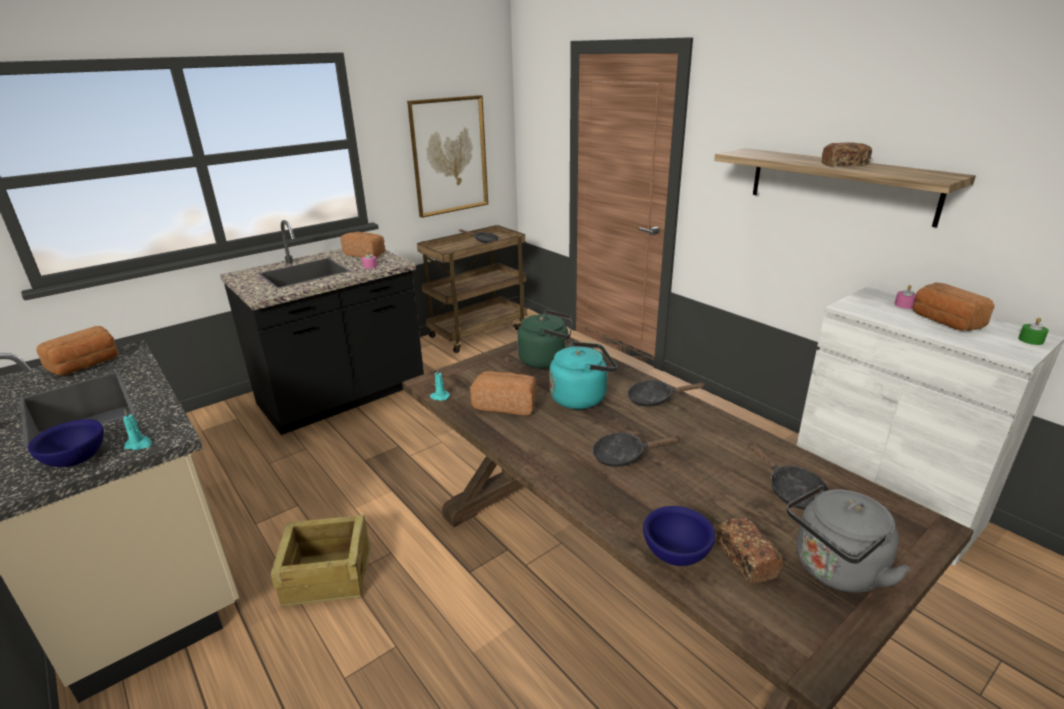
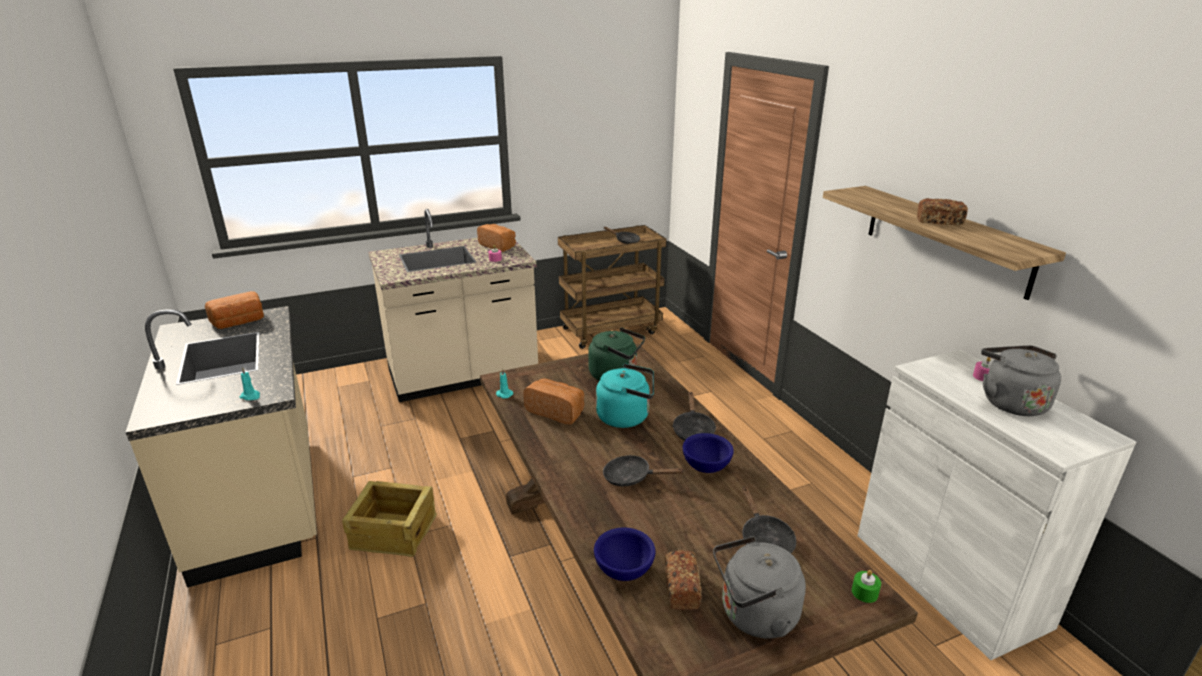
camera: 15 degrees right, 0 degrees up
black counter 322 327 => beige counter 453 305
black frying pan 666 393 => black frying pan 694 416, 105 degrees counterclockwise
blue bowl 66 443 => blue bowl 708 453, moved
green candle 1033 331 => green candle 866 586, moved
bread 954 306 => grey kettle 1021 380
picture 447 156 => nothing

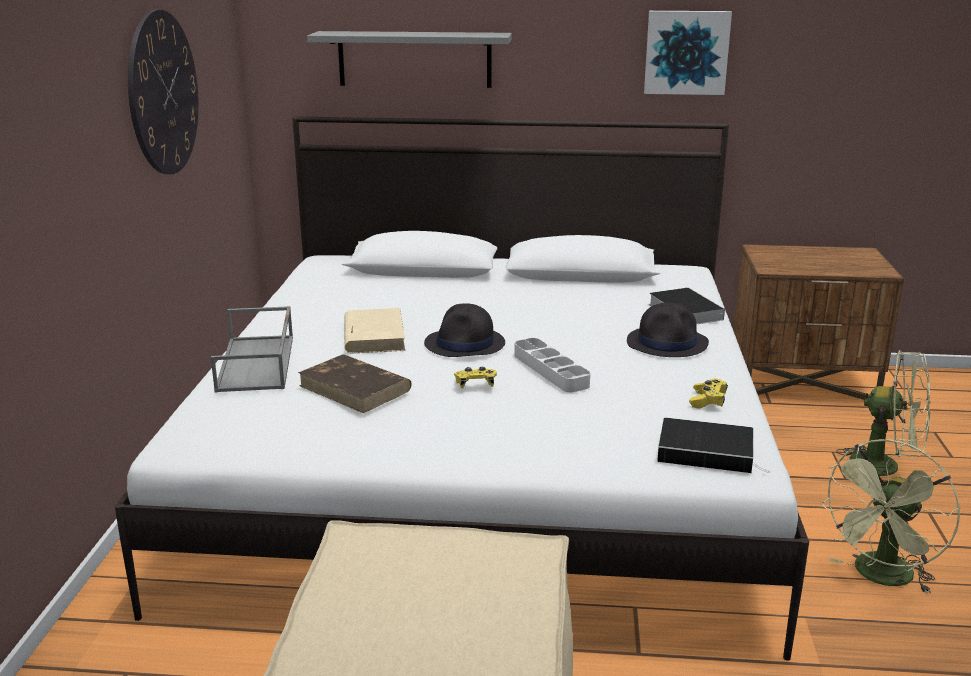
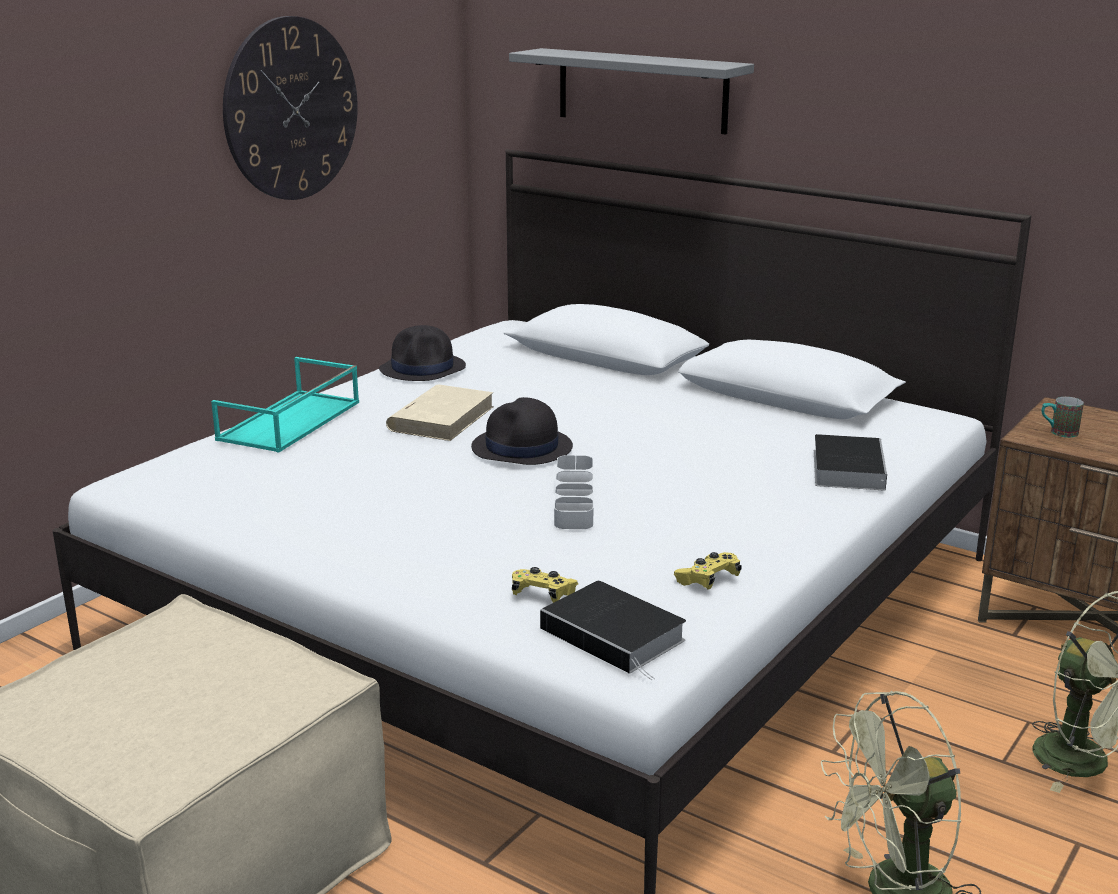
camera: 30 degrees right, 0 degrees up
grey tray 252 349 => turquoise tray 285 405
black hat 668 330 => black hat 422 353, moved
yellow game controller 475 377 => yellow game controller 545 585, moved
nothing => mug 1062 417
brown book 355 383 => nothing
picture 688 53 => nothing

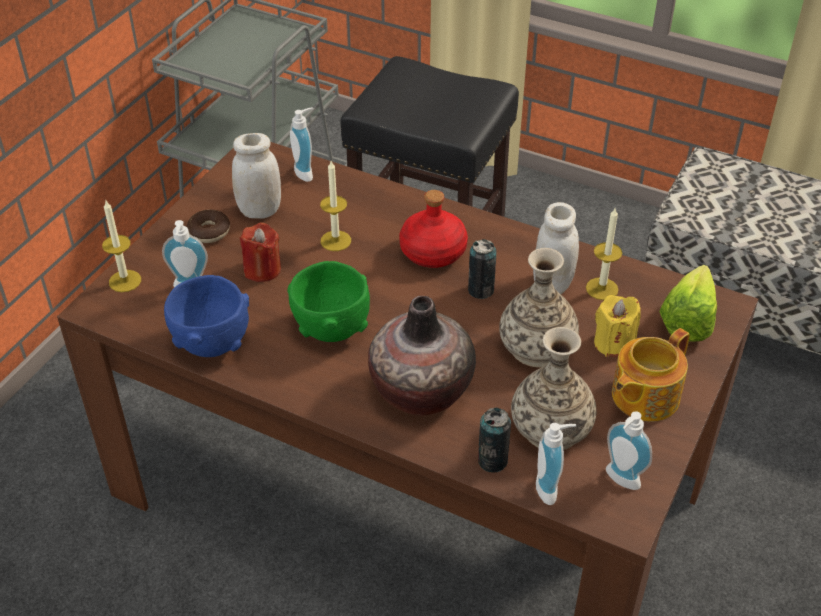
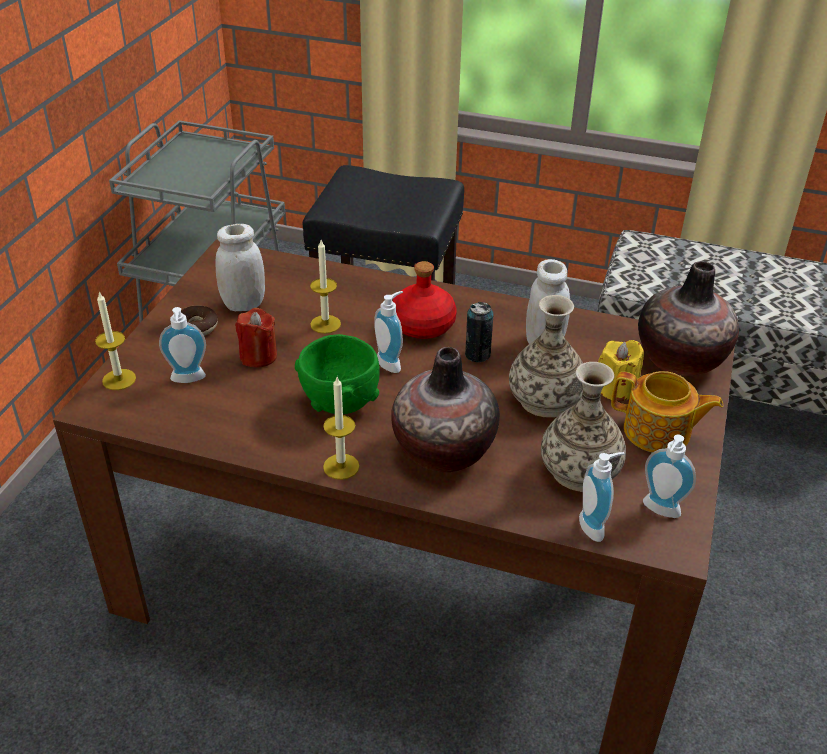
camera: 10 degrees left, 5 degrees down
candle 604 253 => candle 341 428, moved
soap dispenser 302 144 => soap dispenser 388 332, moved
teapot 651 374 => teapot 667 412, 105 degrees counterclockwise
lettuce 688 303 => vase 688 318
blue bowl 206 316 => nothing
can 494 440 => nothing

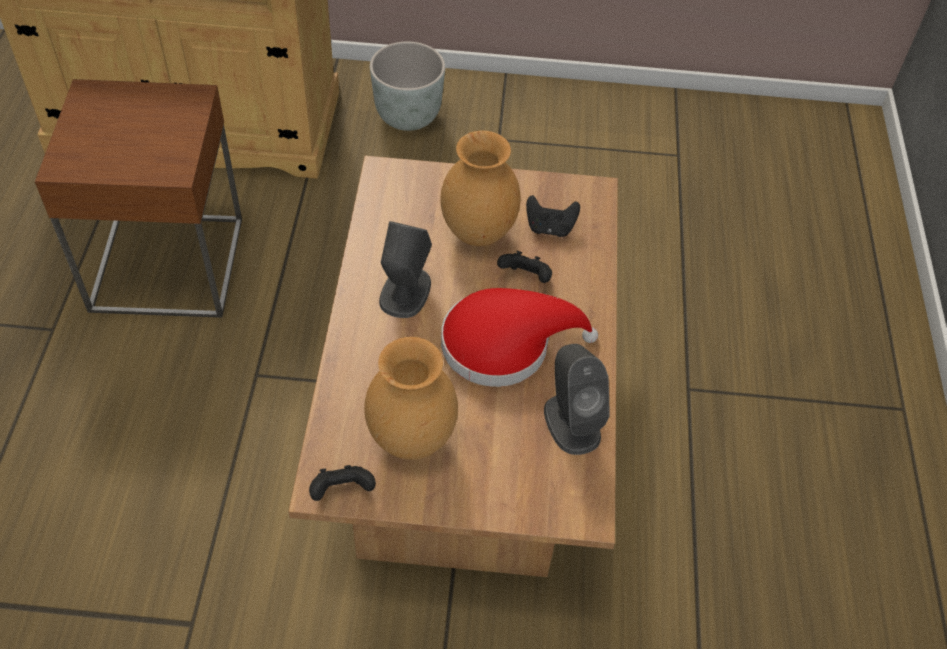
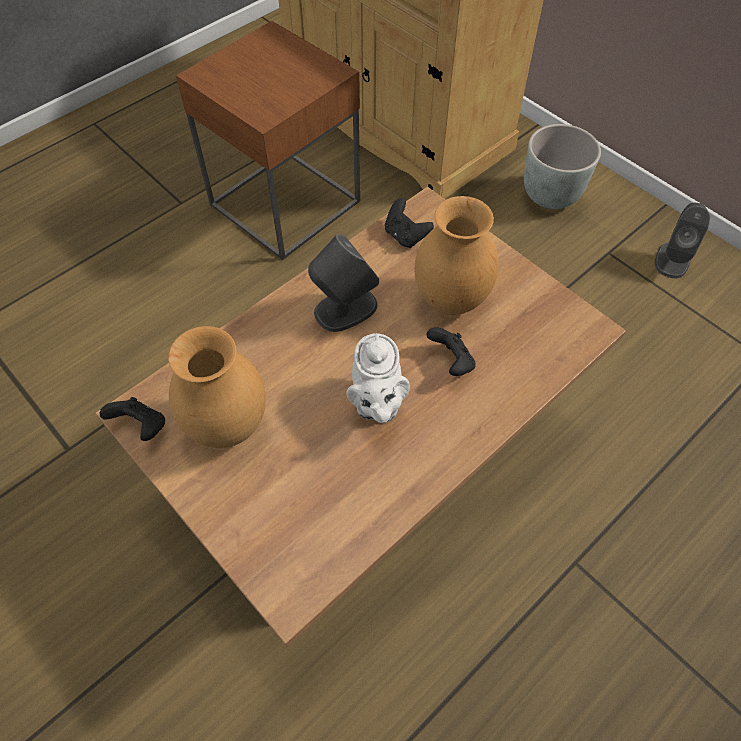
camera: 45 degrees right, 5 degrees up
red hat 519 337 => white teapot 378 378
black game controller 553 216 => black game controller 409 223, moved
grey speaker 577 399 => grey speaker 682 240, moved

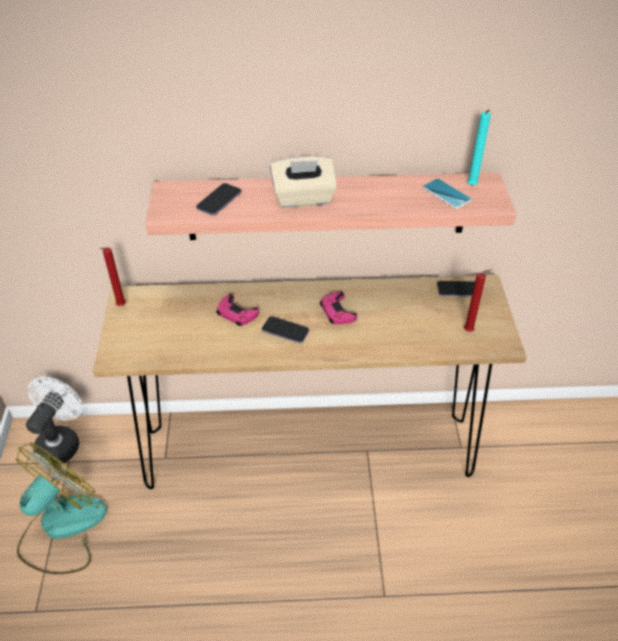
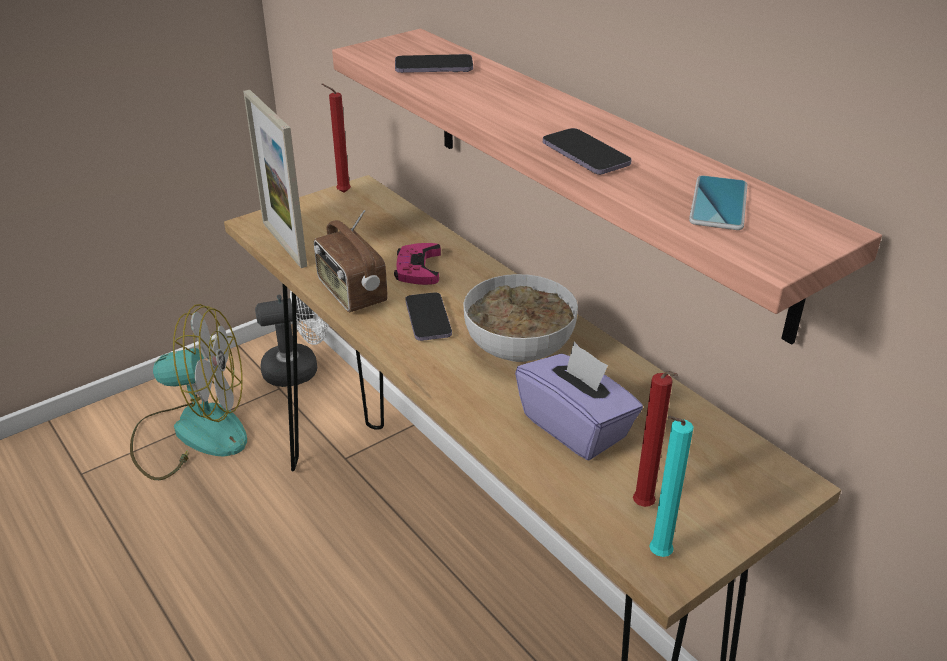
camera: 55 degrees right, 10 degrees down
nothing => picture frame 275 179
nothing => radio 351 261
pink game controller 338 308 => bowl 520 318
nothing => purple tissue box 579 400
phone 456 289 => phone 587 151, moved
turquoise candle 479 148 => turquoise candle 671 486, moved
beige tissue box 303 182 => nothing

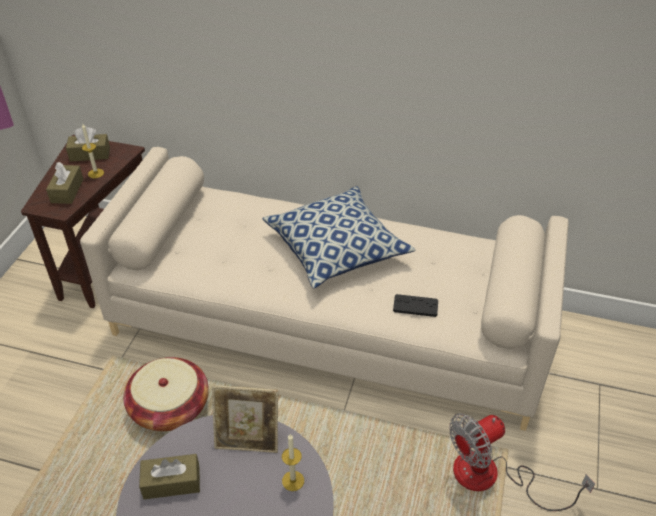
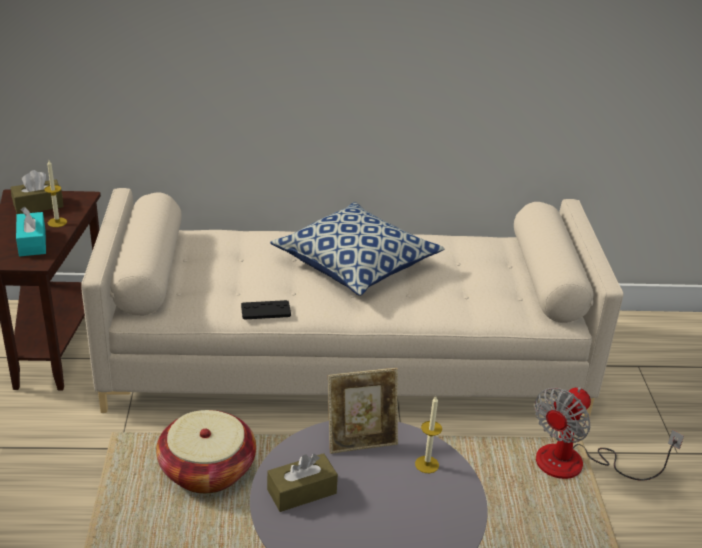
camera: 20 degrees left, 10 degrees down
brown tissue box 64 183 => turquoise tissue box 31 231
black game controller 415 305 => black game controller 266 310, moved

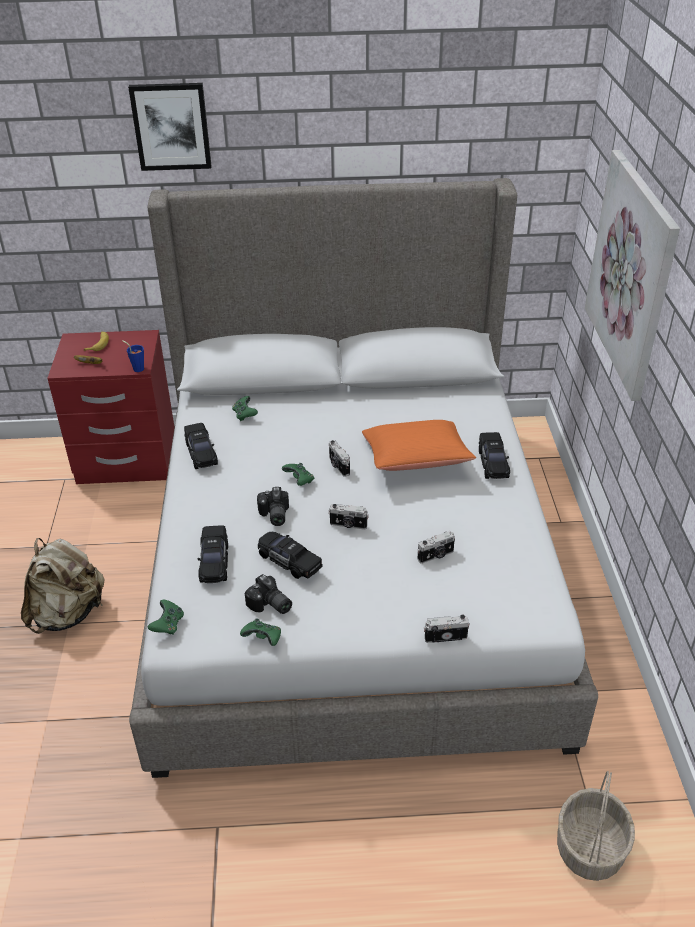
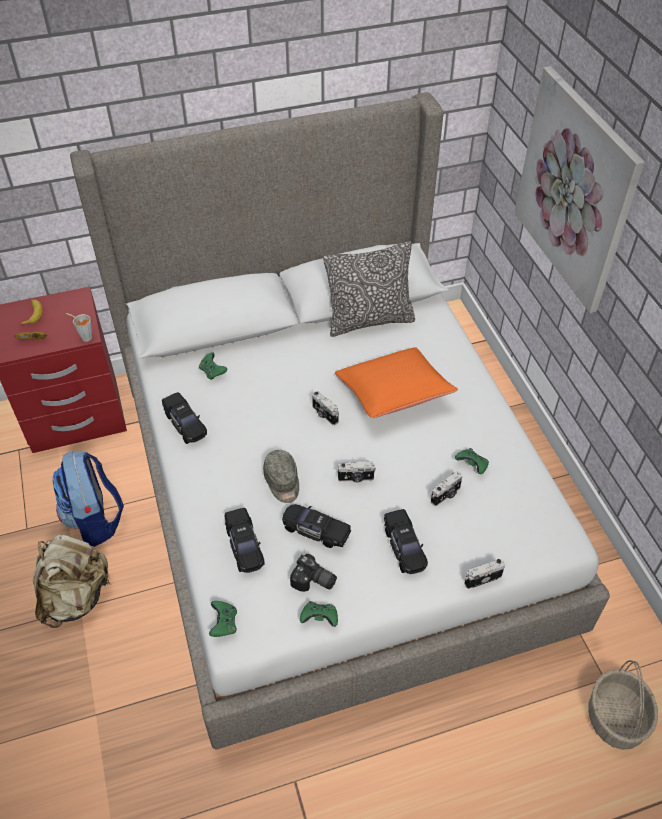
camera: 15 degrees left, 10 degrees up
nothing => backpack 88 498
blue cup 133 356 => grey cup 79 327
photo camera 273 506 => grey cap 281 476
nothing => pillow 369 289
black toy car 494 455 => black toy car 406 541, moved
green game controller 298 474 => green game controller 472 461, moved
picture 170 127 => nothing

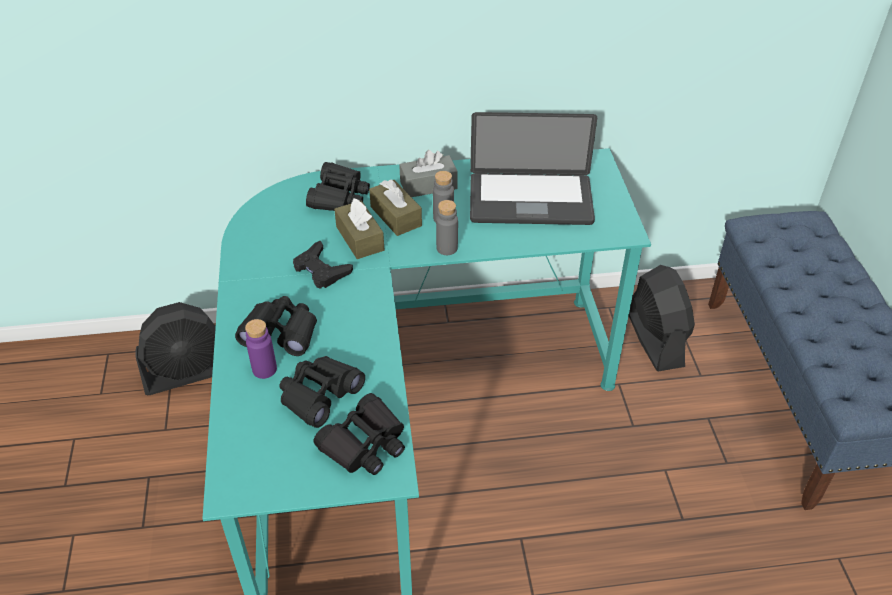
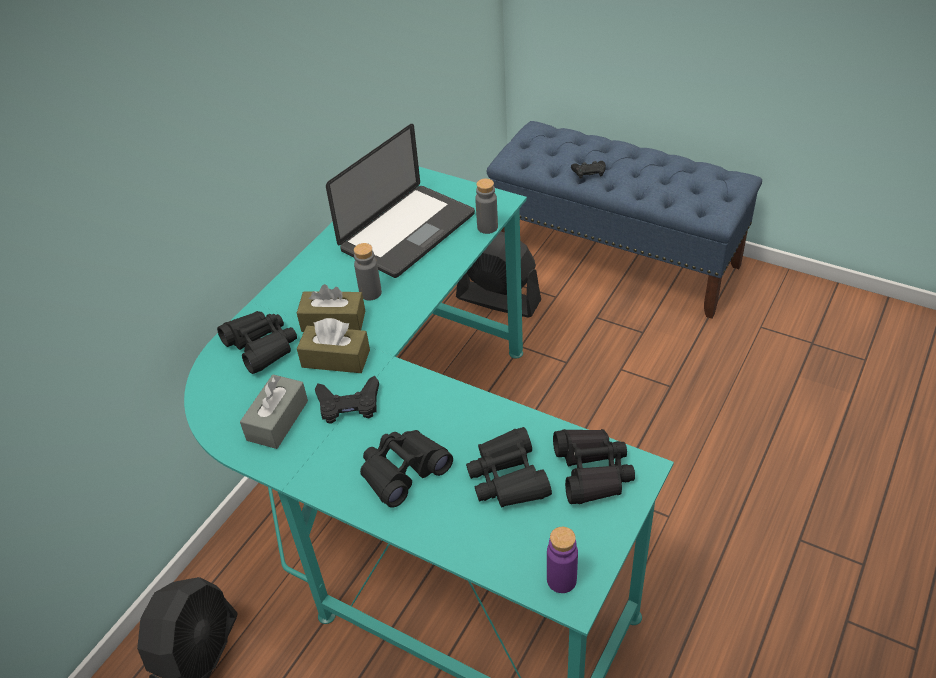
camera: 50 degrees left, 0 degrees up
grey tissue box 428 173 => grey tissue box 274 412, moved
grey bottle 447 227 => grey bottle 486 206, moved
purple bottle 261 349 => purple bottle 562 560, moved
nothing => black game controller 588 170

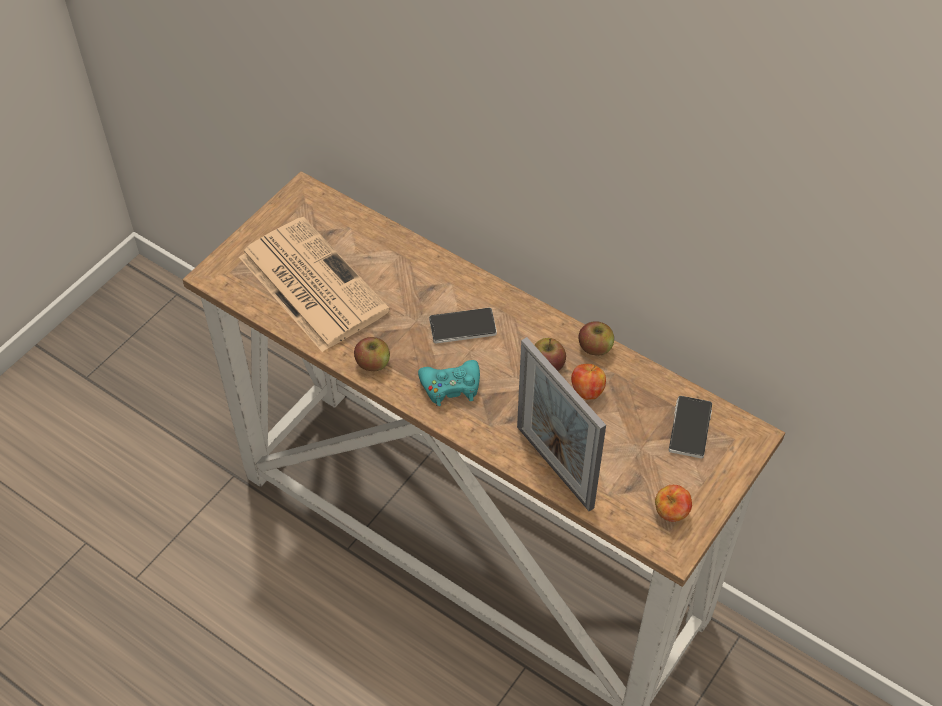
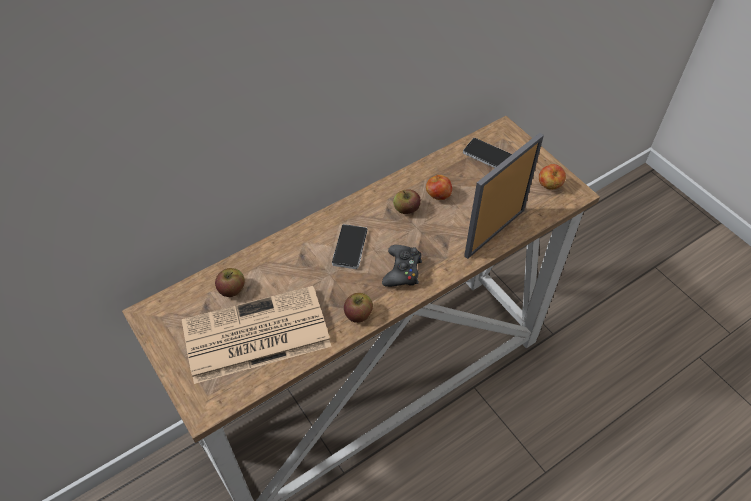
camera: 70 degrees left, 0 degrees up
apple 596 338 => apple 230 282, moved
turquoise game controller 449 383 => black game controller 402 266
picture frame 561 424 => picture frame 504 196, 150 degrees clockwise

